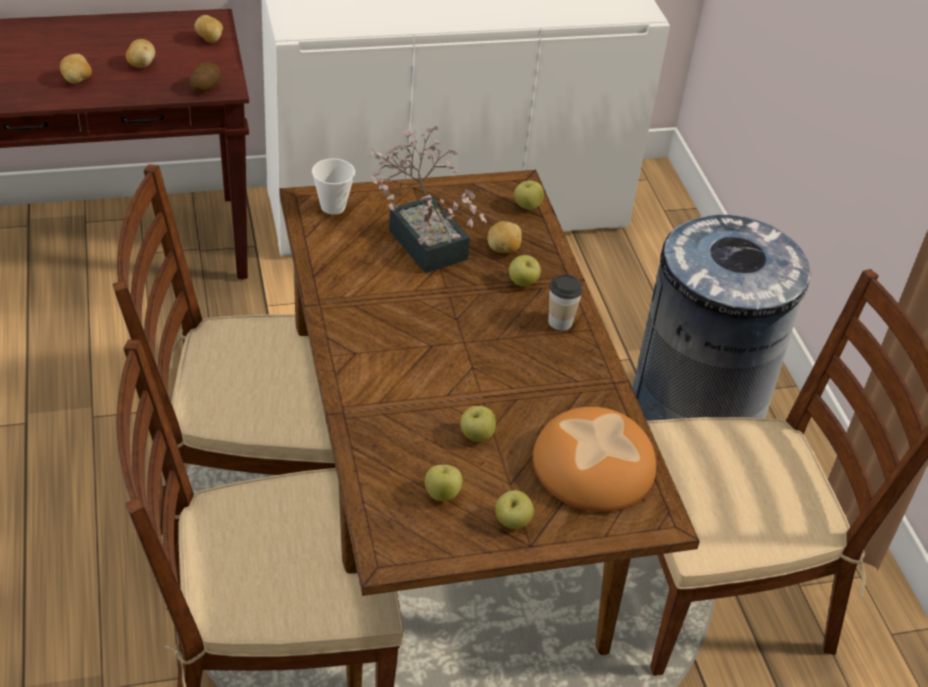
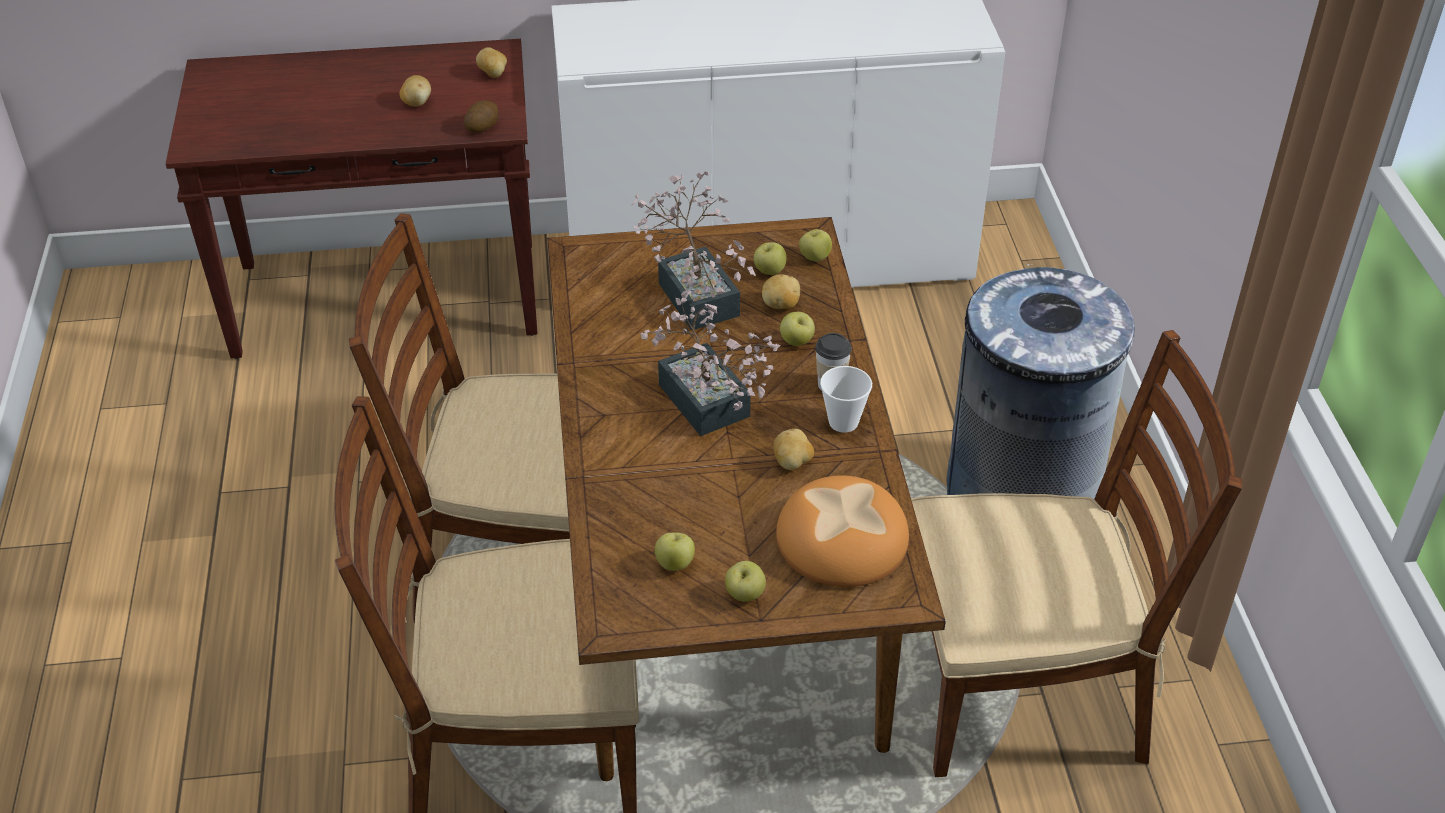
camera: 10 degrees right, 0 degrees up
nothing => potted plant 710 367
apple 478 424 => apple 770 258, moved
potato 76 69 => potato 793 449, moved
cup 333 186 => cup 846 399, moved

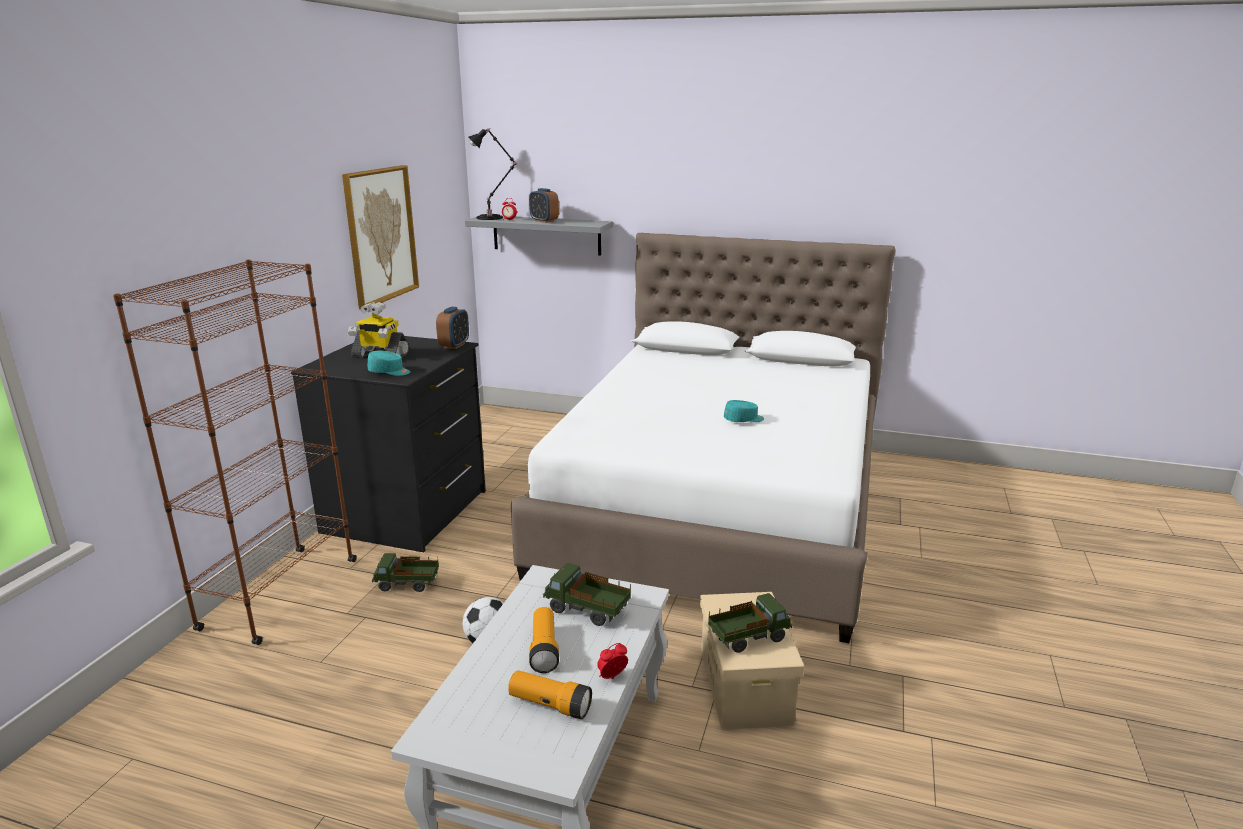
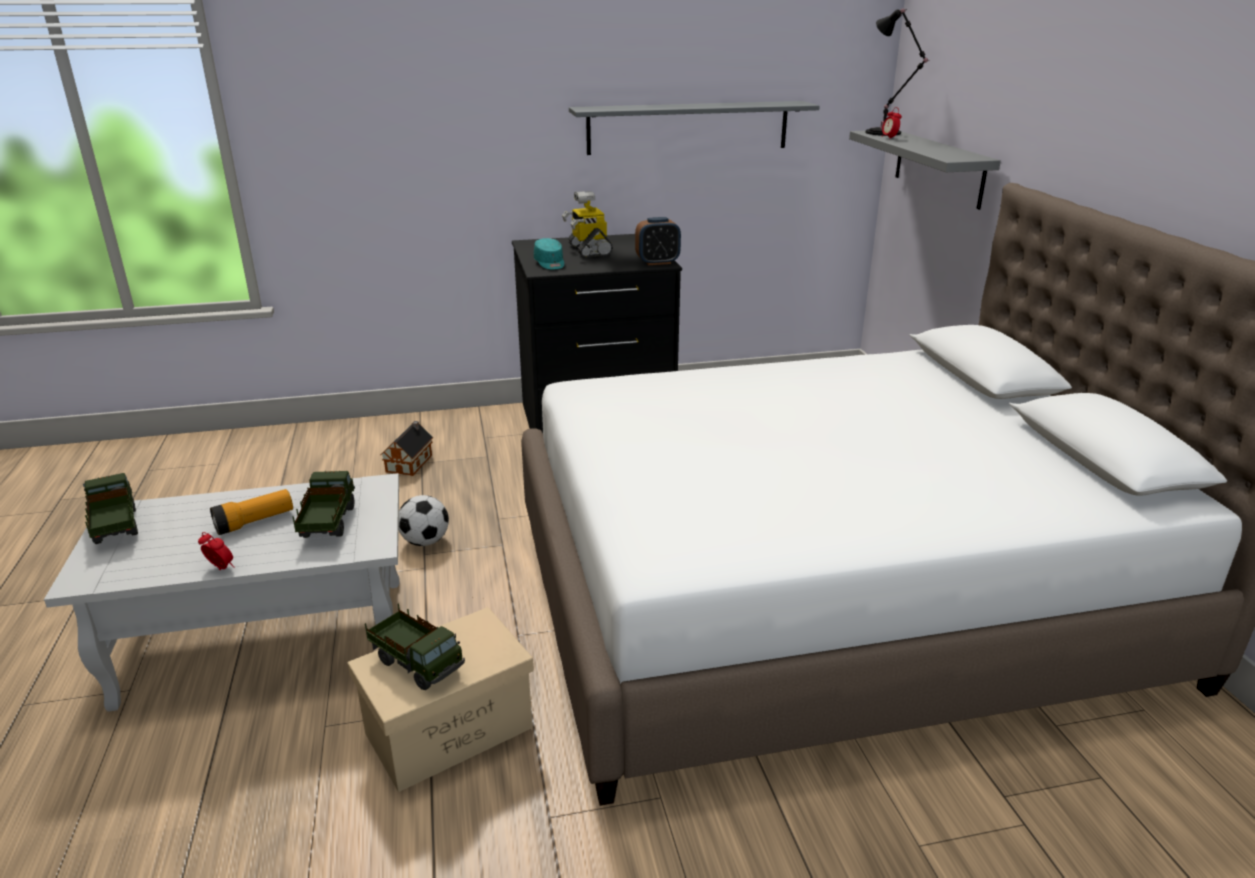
camera: 60 degrees right, 5 degrees up
toy truck 405 572 => toy truck 110 508, moved
nothing => toy house 407 448
picture 380 237 => grey shelf 694 128
brown bookcase 235 452 => nothing
flashlight 550 694 => nothing
alarm clock 544 205 => nothing
turquoise cap 744 411 => nothing

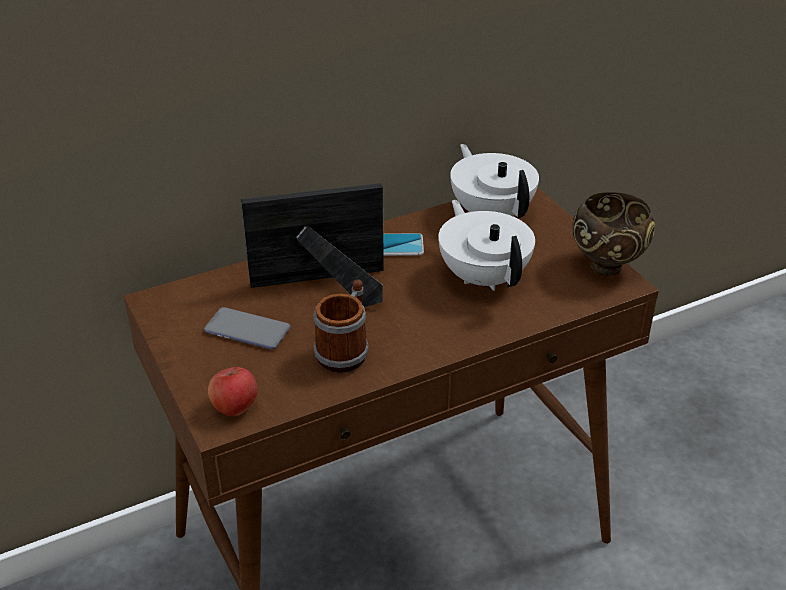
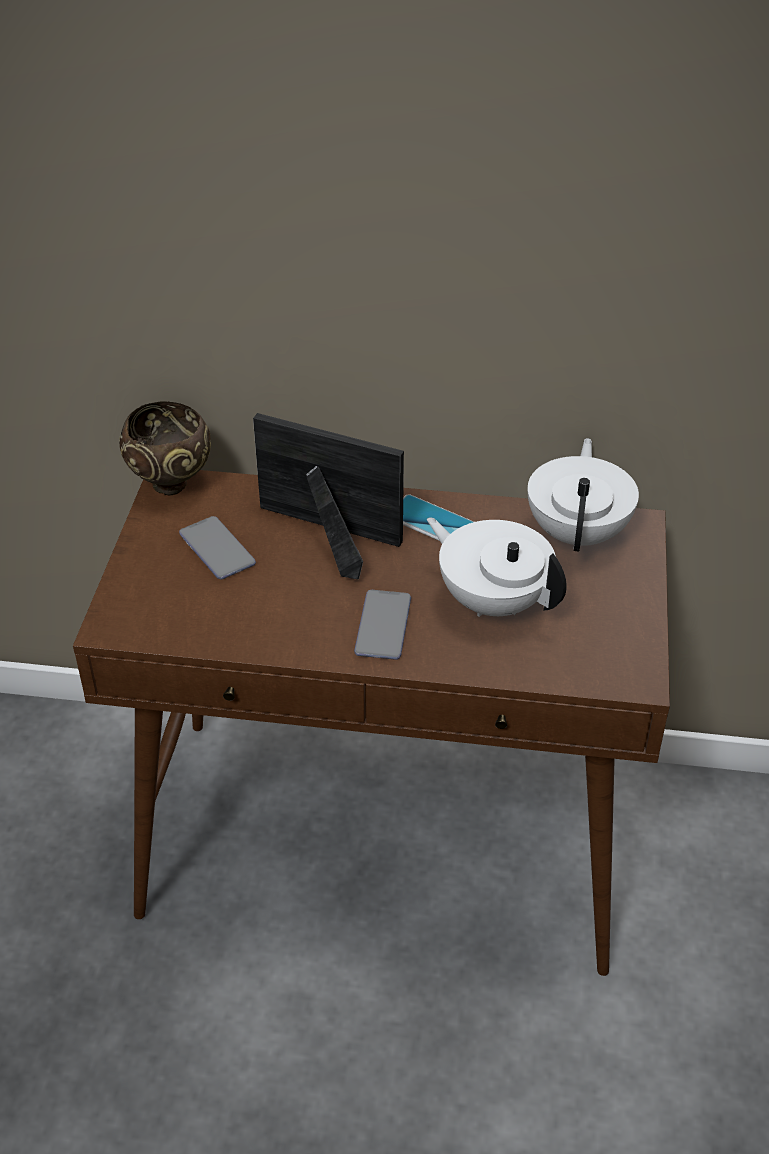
camera: 35 degrees right, 5 degrees up
brown bowl 613 234 => brown bowl 165 449, moved
nothing => phone 382 625
white teapot 487 245 => white teapot 497 567, 60 degrees counterclockwise
apple 233 391 => nothing
mug 341 326 => nothing

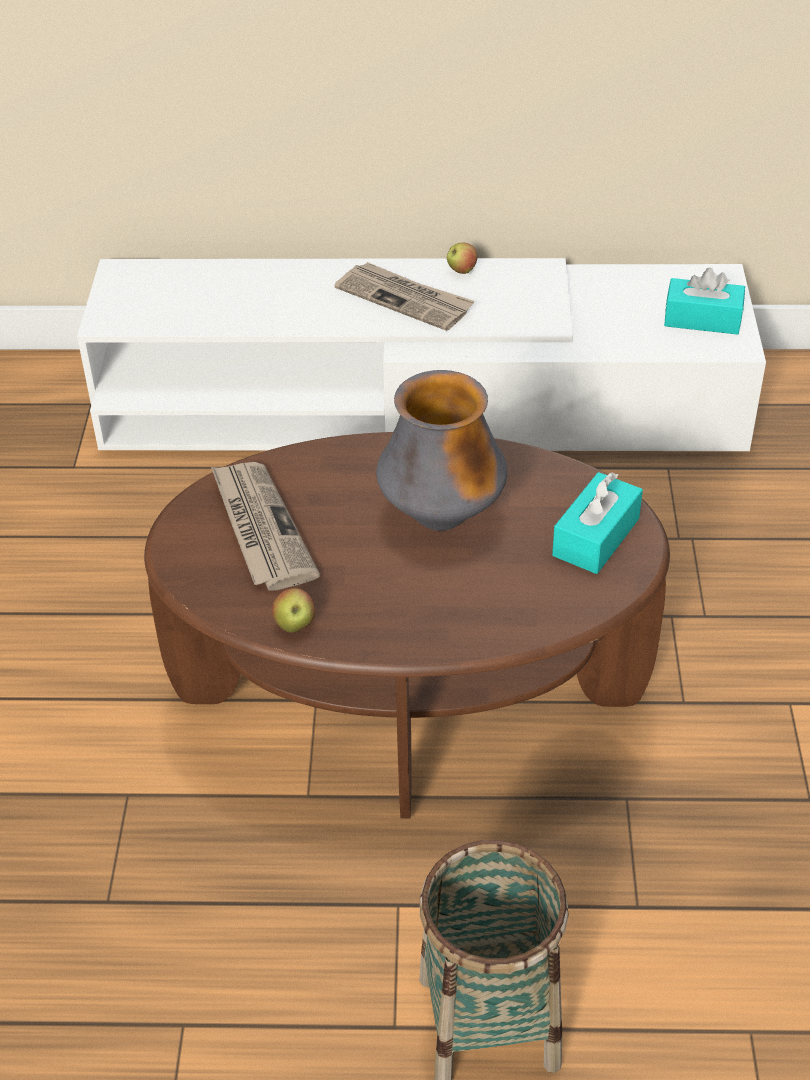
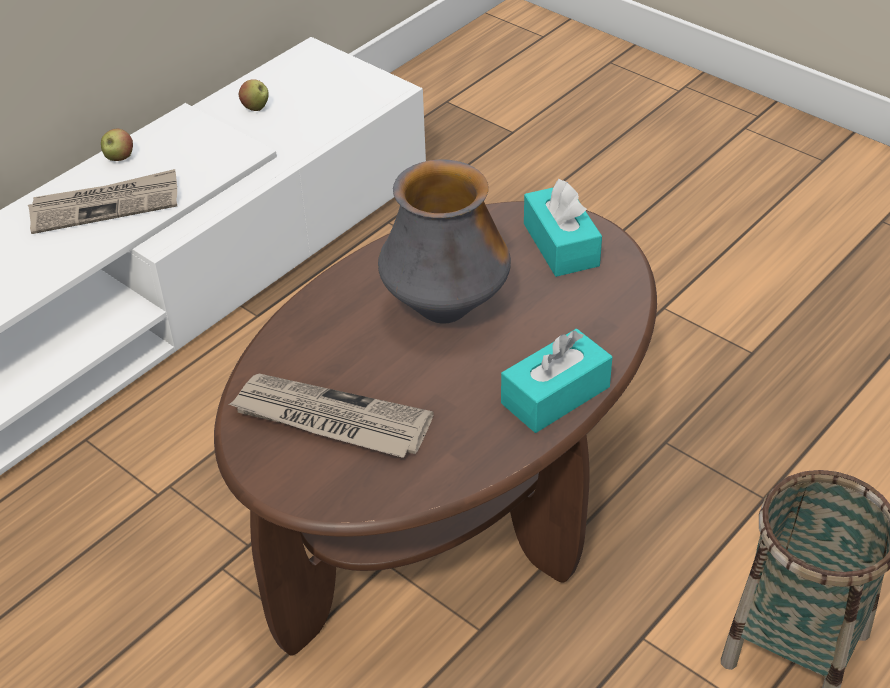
camera: 50 degrees left, 0 degrees up
apple 293 610 => apple 254 95, moved
turquoise tissue box 704 301 => turquoise tissue box 556 381, moved

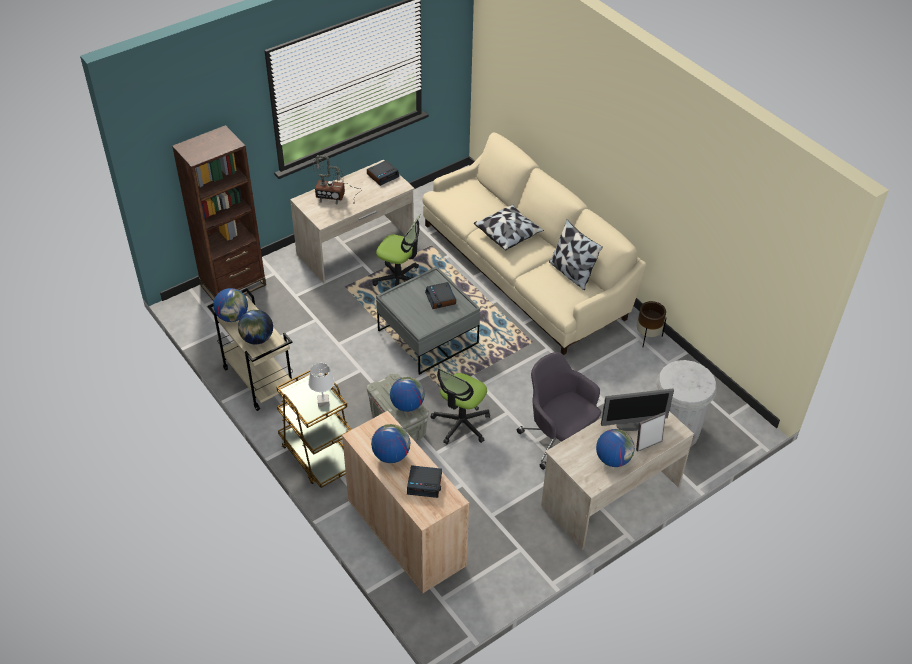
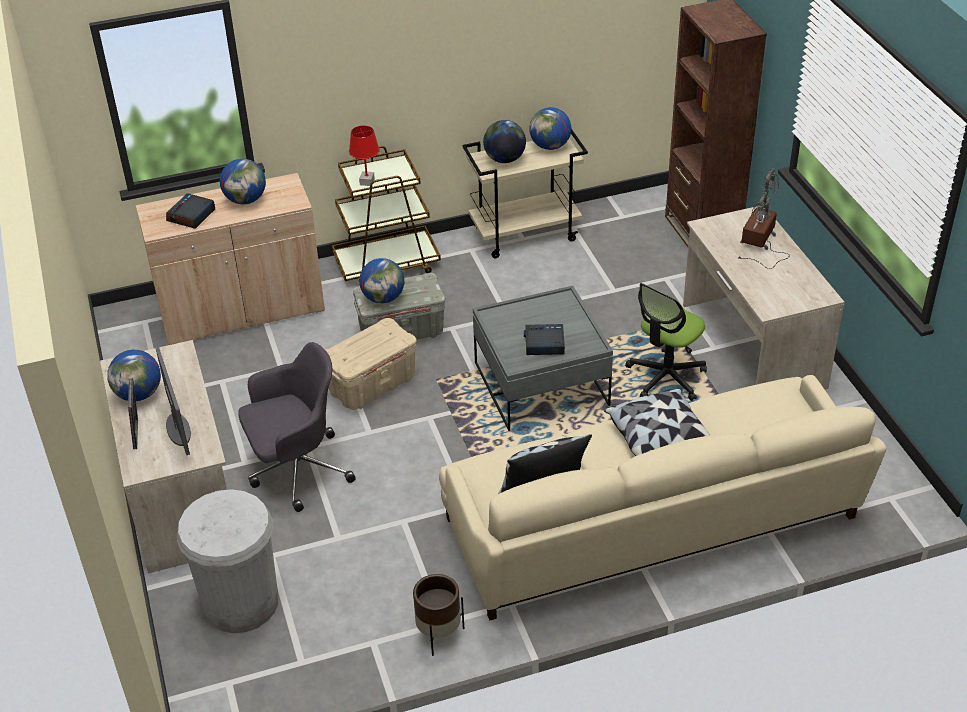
camera: 110 degrees right, 5 degrees down
monitor 637 410 => monitor 173 401, 150 degrees clockwise
office chair 460 406 => beige storage box 371 364
white table lamp 321 385 => red table lamp 364 156
alarm clock 383 173 => nothing

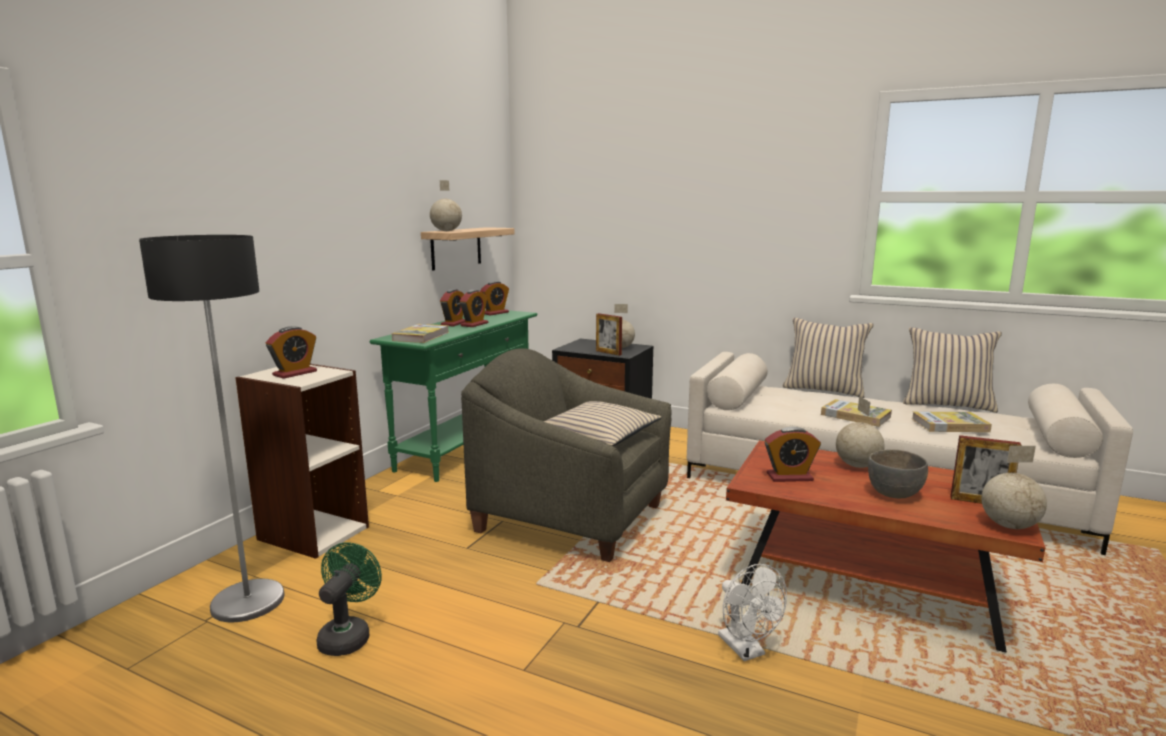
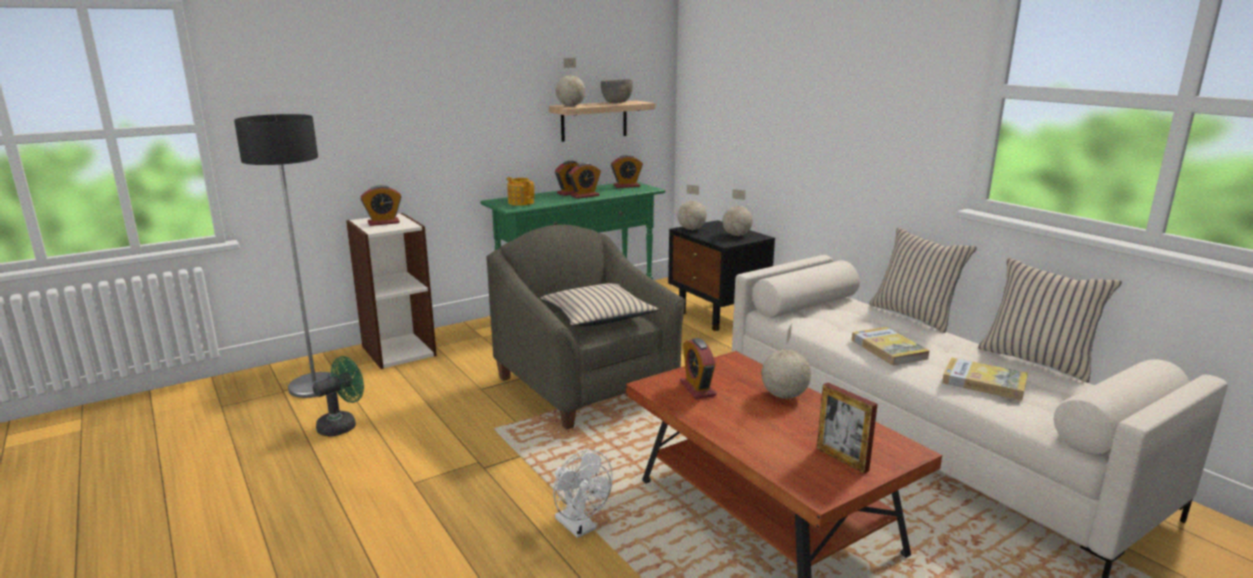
camera: 30 degrees right, 5 degrees up
book 420 333 => teapot 520 191
white fan 752 612 => white fan 583 494, 45 degrees counterclockwise
grey bowl 898 473 => grey bowl 617 91, moved
globe 1014 487 => globe 692 207, moved
alarm clock 792 454 => alarm clock 698 368, 45 degrees clockwise
picture frame 609 334 => nothing

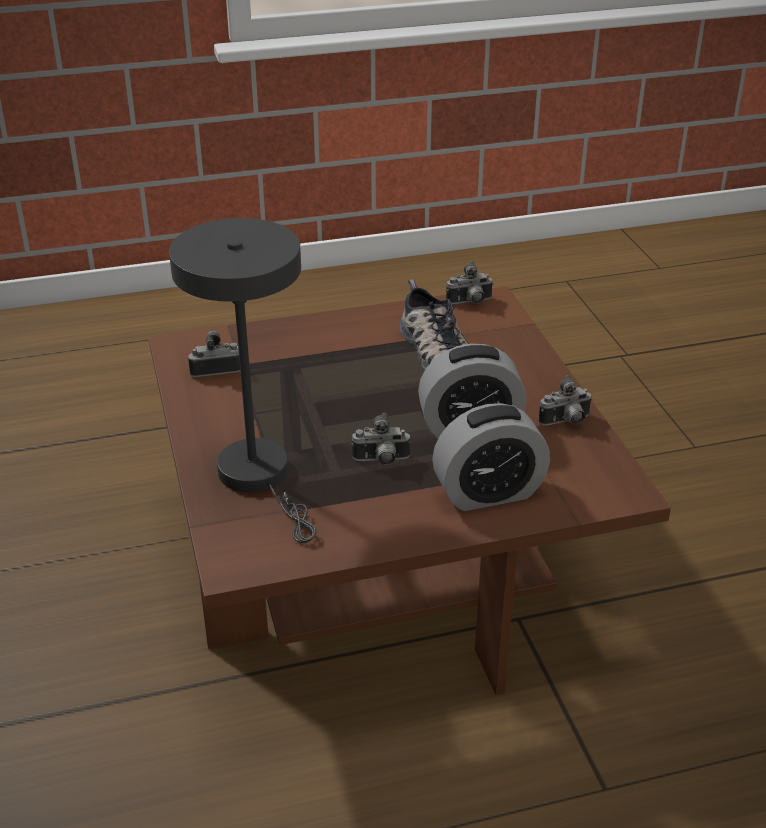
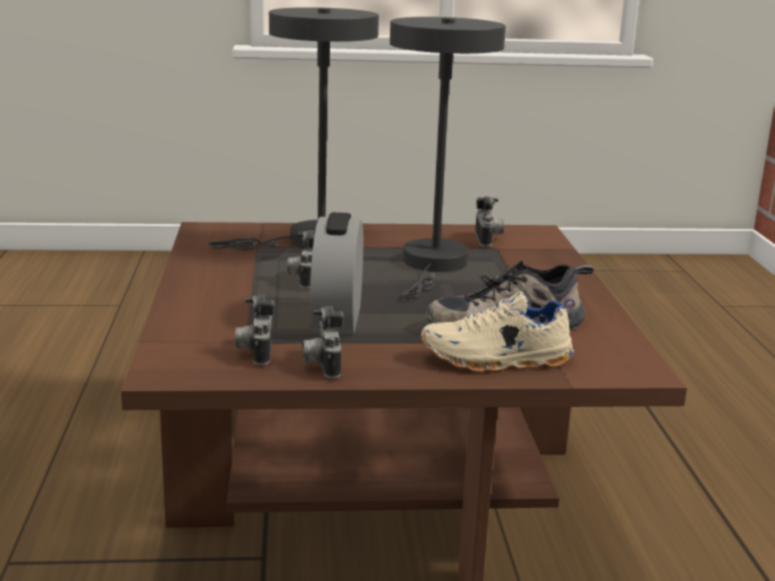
camera: 100 degrees right, 15 degrees down
photo camera 470 282 => photo camera 255 329, moved
nothing => grey table lamp 448 157
nothing => beige shoe 498 331
alarm clock 491 457 => nothing

